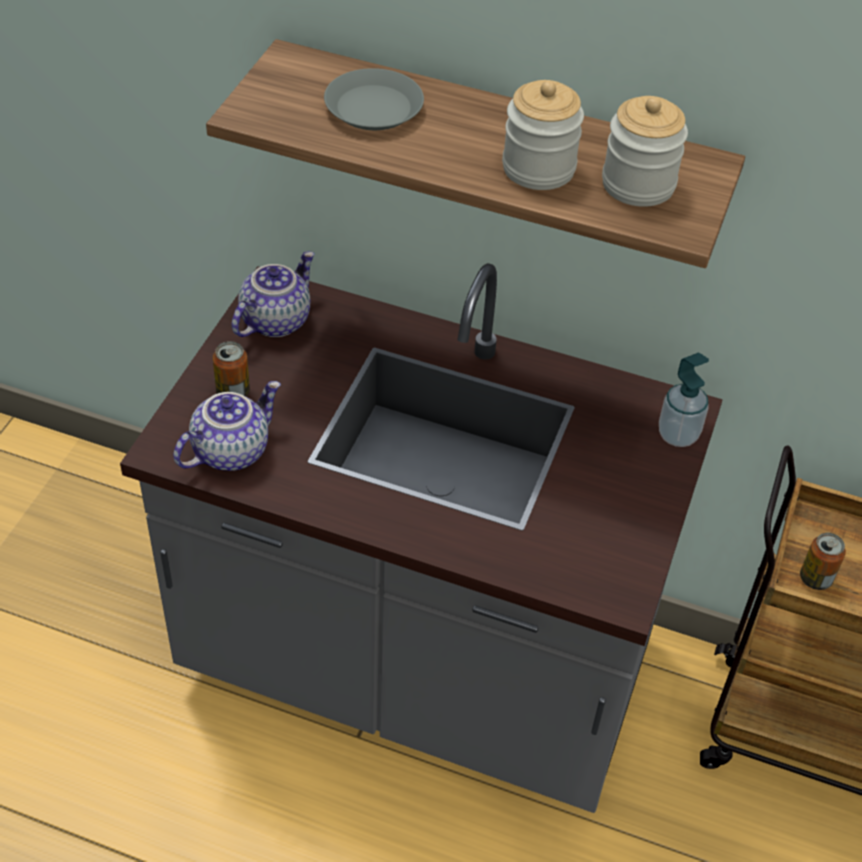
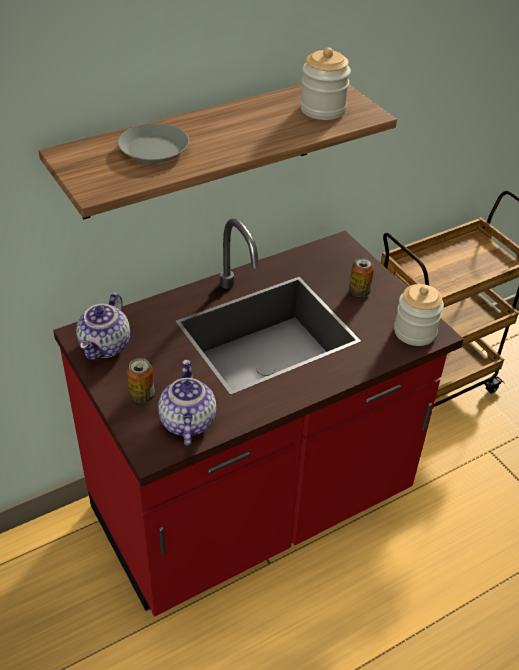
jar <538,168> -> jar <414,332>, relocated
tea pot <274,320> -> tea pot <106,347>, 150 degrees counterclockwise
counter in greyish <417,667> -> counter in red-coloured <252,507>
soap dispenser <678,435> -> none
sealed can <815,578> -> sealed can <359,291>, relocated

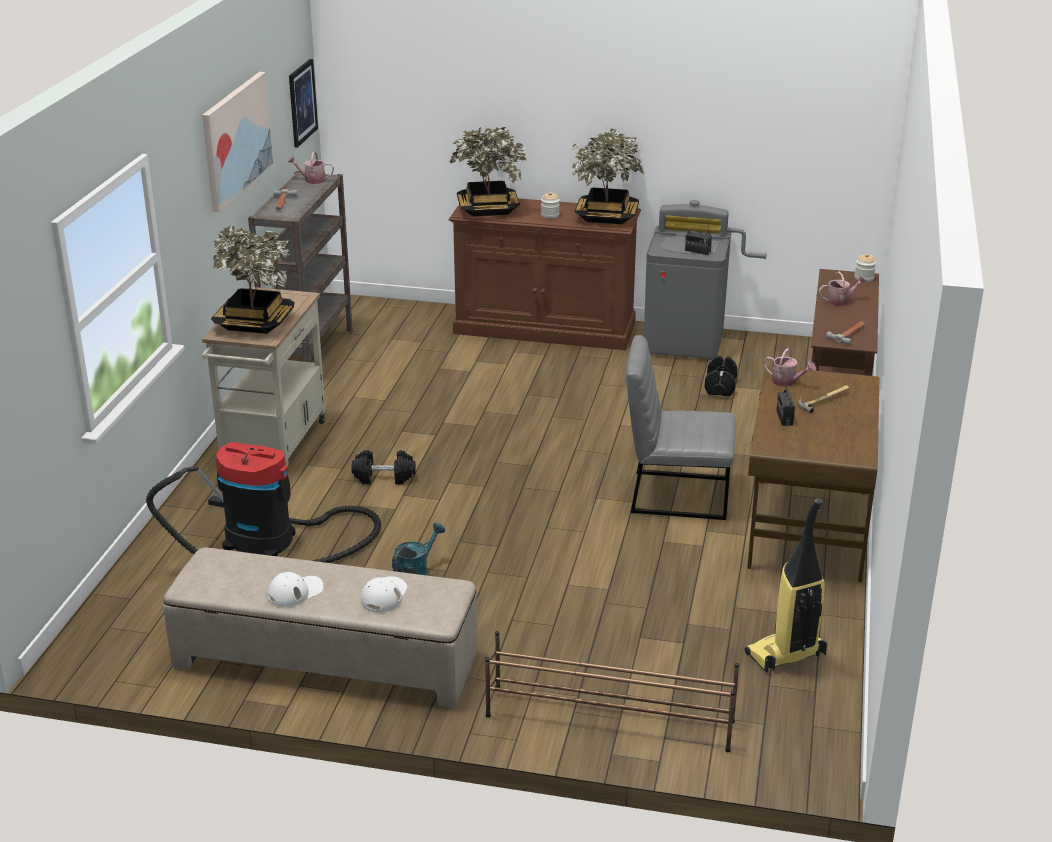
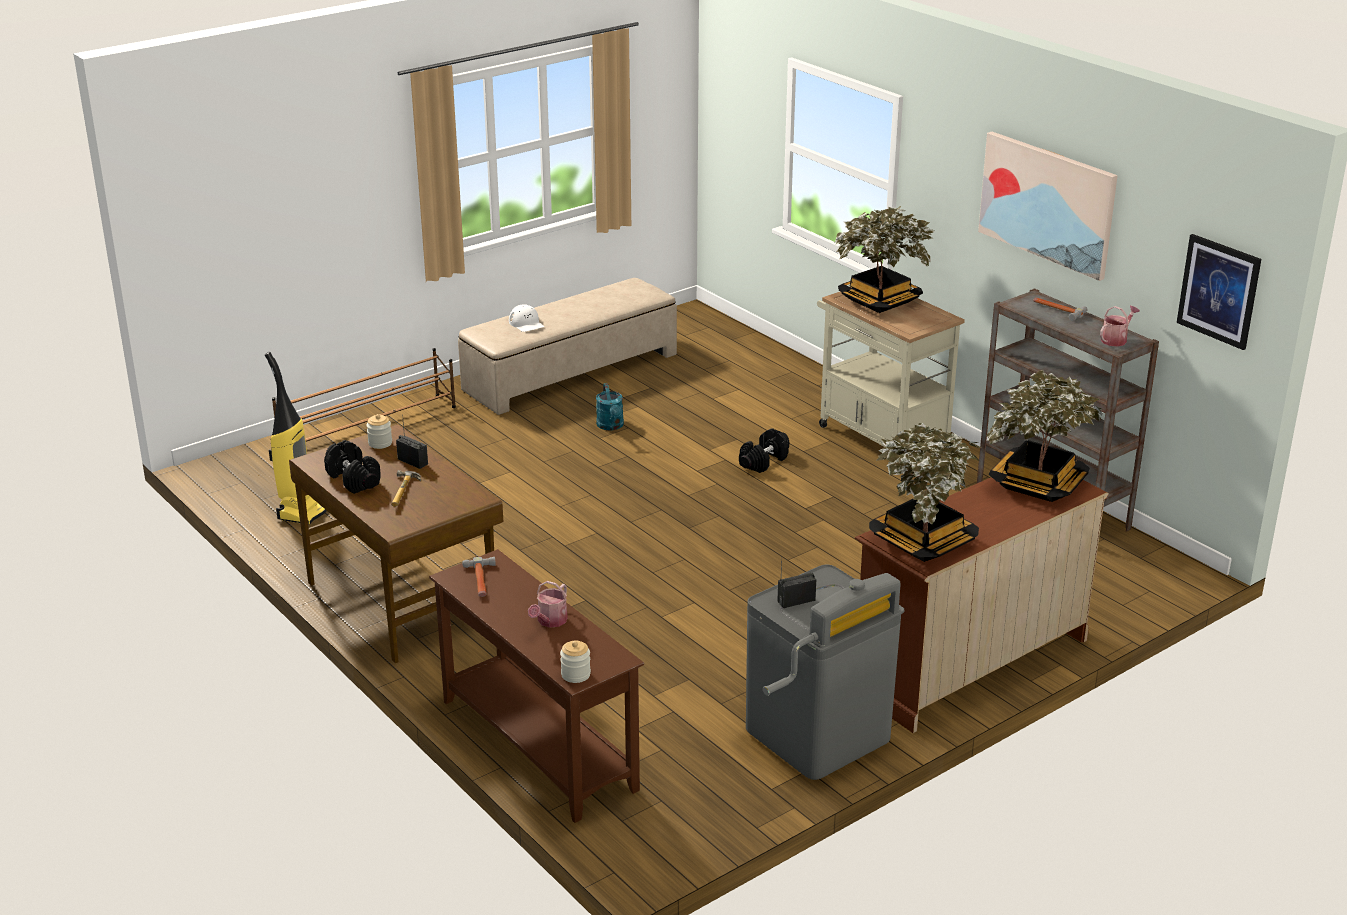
jar <550,215> -> jar <380,443>, relocated
upright chair in greyish <676,494> -> none
sprinkling can <787,382> -> none
free weight in black <720,386> -> free weight in black <354,479>, relocated
vacuum <268,541> -> none
baseball cap in white-coloured <295,592> -> none

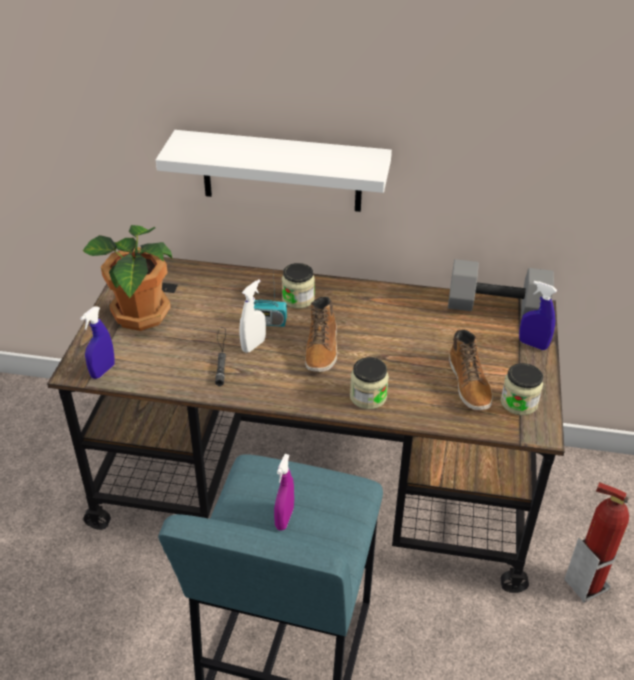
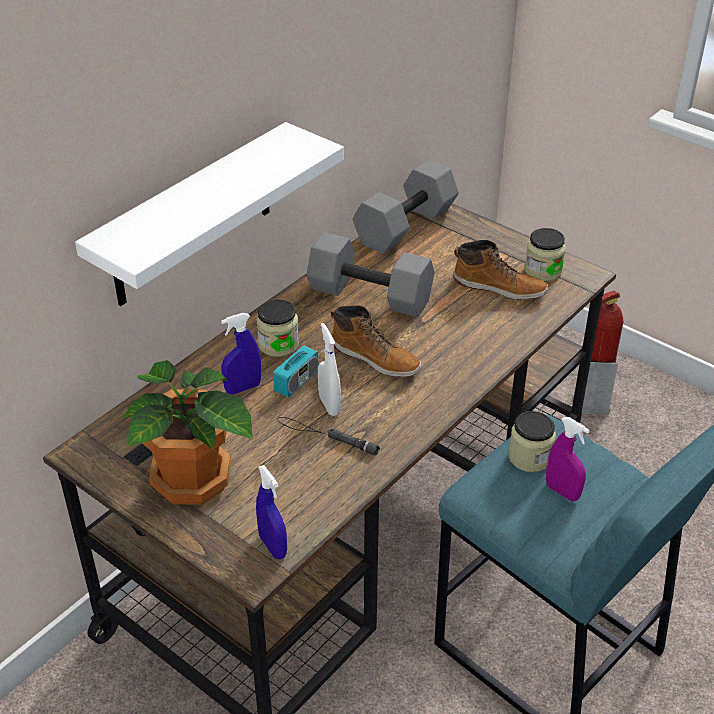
sprayer in bluish <533,344> -> sprayer in bluish <243,388>, relocated
jar <368,397> -> jar <530,457>, relocated
none -> free weight in greyish <372,294>

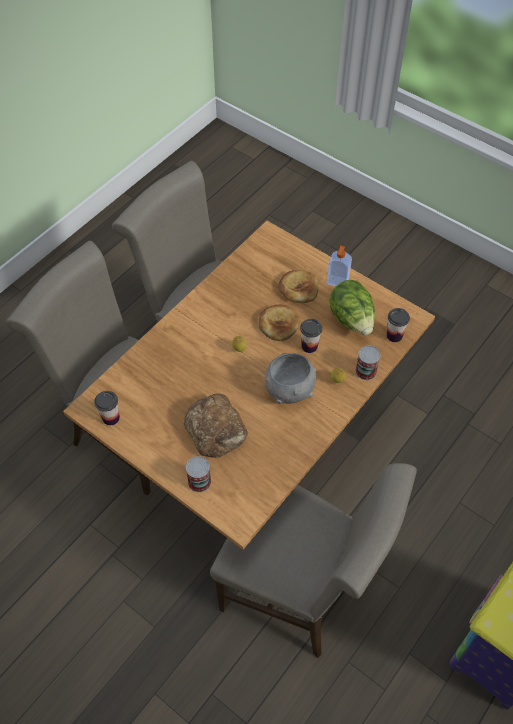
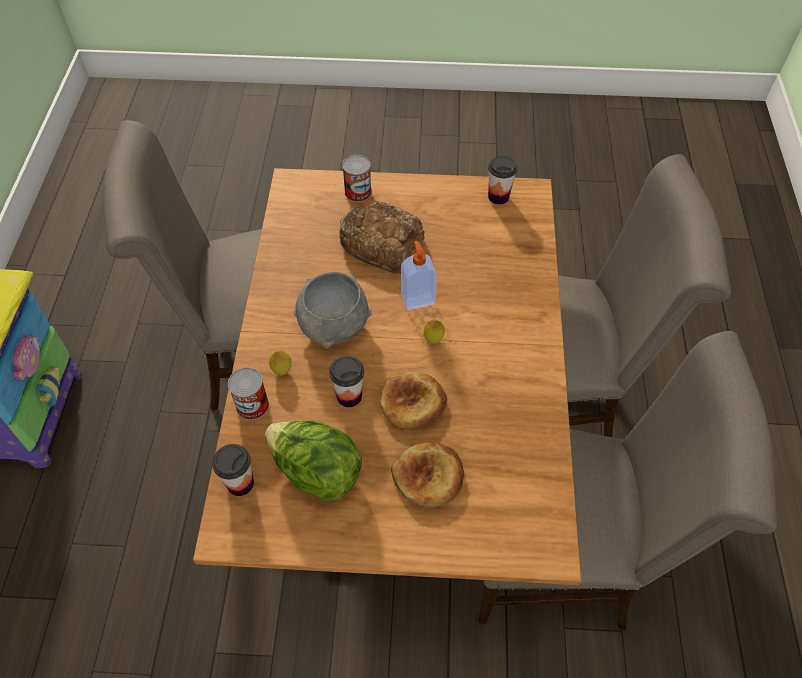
soap dispenser <337,282> -> soap dispenser <417,298>, relocated

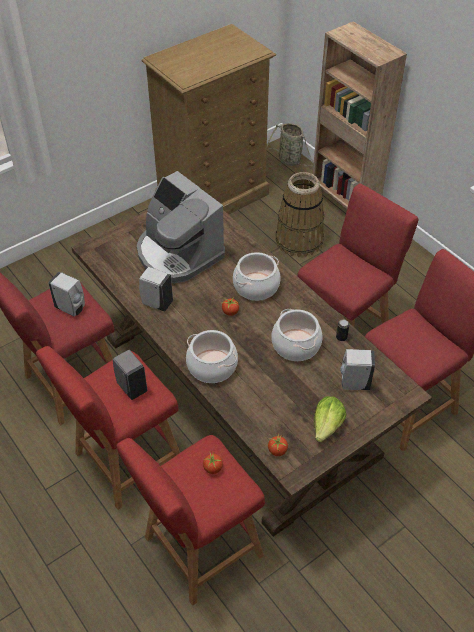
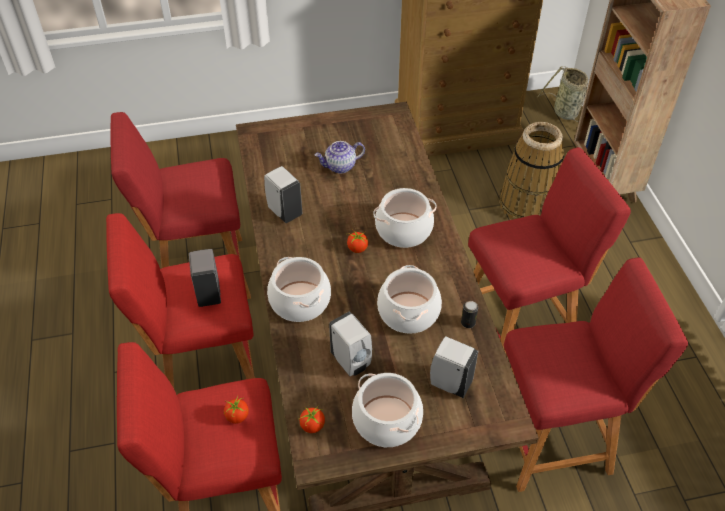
coffee machine <178,254> -> tea pot <340,166>
soap dispenser in white-coloured <71,308> -> soap dispenser in white-coloured <351,362>, relocated
lettuce head <327,426> -> saucepot <387,421>

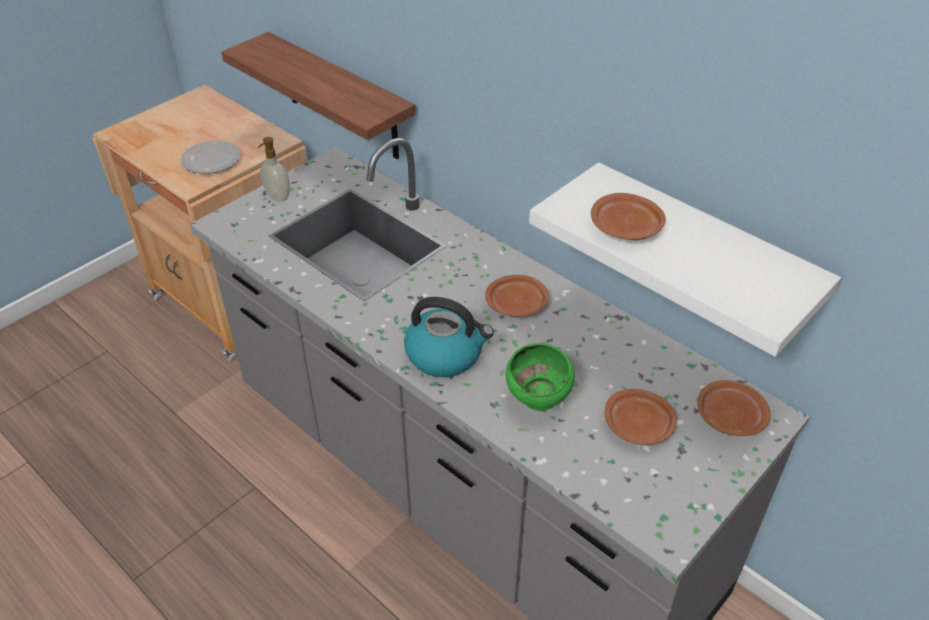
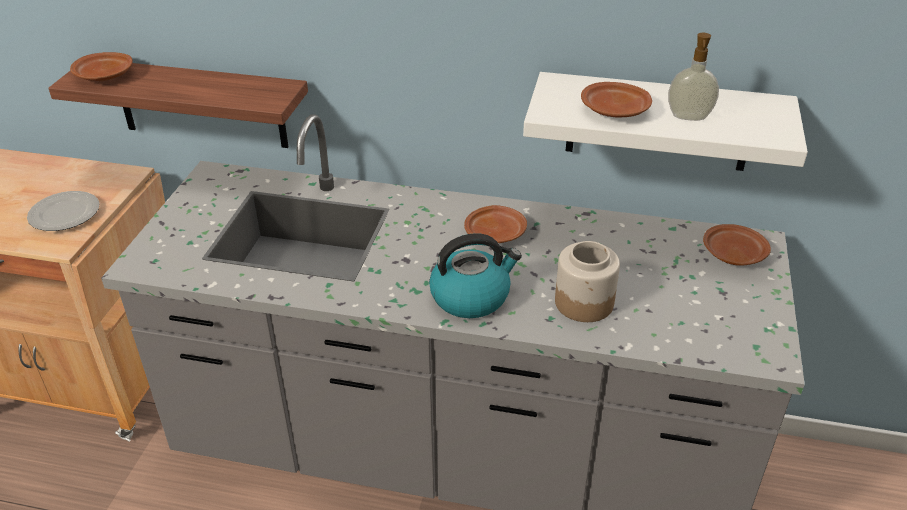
soap dispenser <277,197> -> soap dispenser <689,117>, relocated
bowl in greenish <539,402> -> jar <584,302>
dinner plate in brown-coloured <639,426> -> dinner plate in brown-coloured <105,76>, relocated

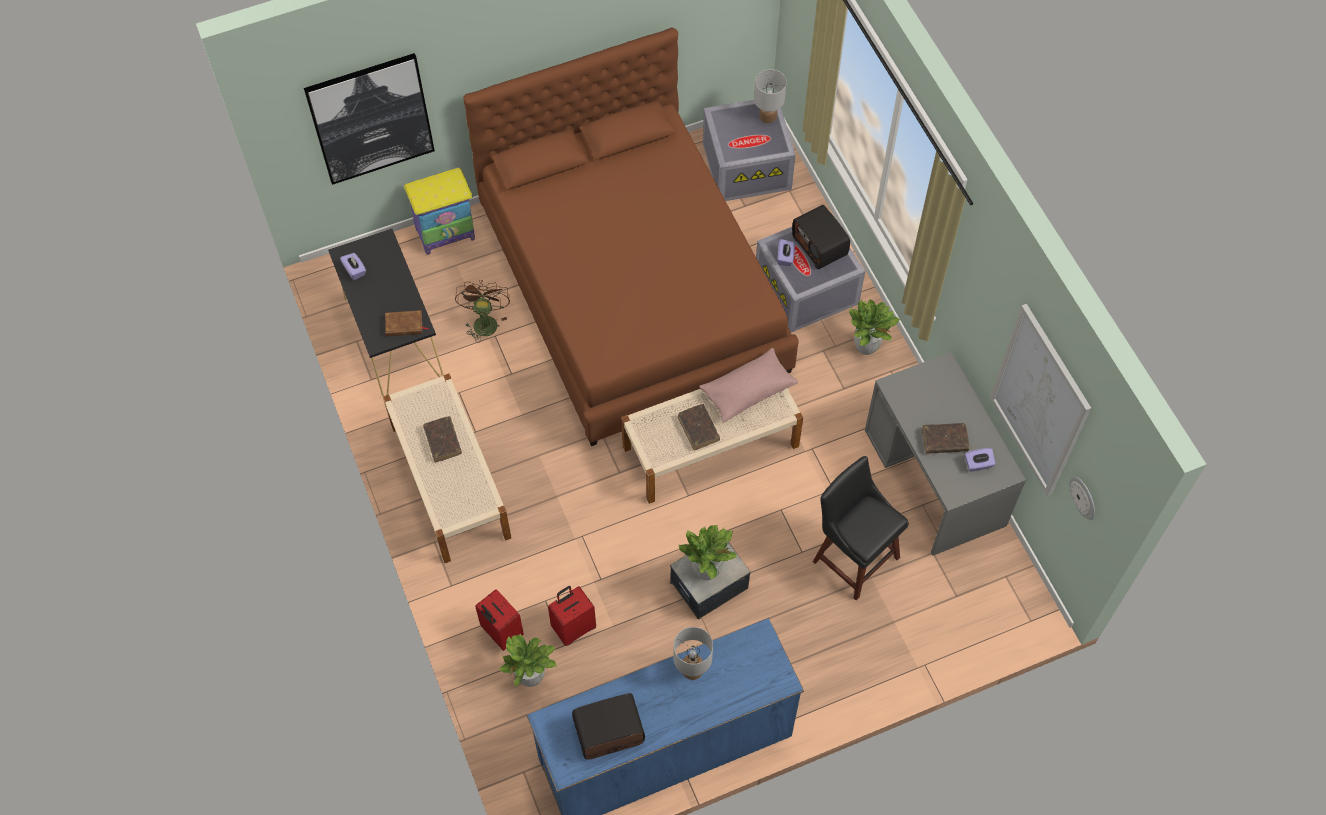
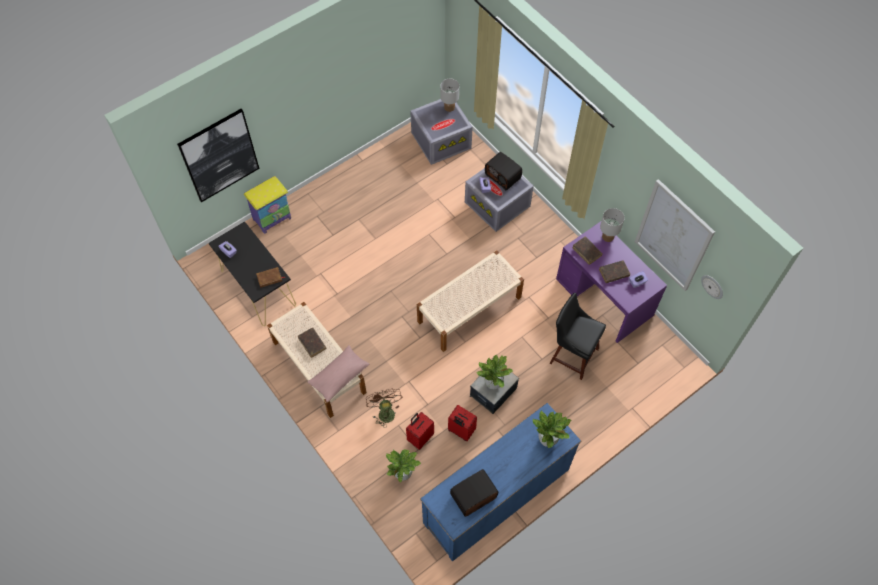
bed in brown-coloured <633,287> -> none
fan in brown-coloured <484,321> -> fan in brown-coloured <385,411>, relocated
plant in a pot <866,347> -> plant in a pot <547,440>, relocated
cushion in pinkish <748,391> -> cushion in pinkish <339,376>, relocated
desk table in greyish <934,477> -> desk table in purplish <604,297>
bound book in brown-coloured <698,429> -> bound book in brown-coloured <586,252>, relocated
piece of luggage in red-coloured <501,633> -> piece of luggage in red-coloured <461,431>, relocated
lamp for a table in greyish <692,669> -> lamp for a table in greyish <607,237>, relocated

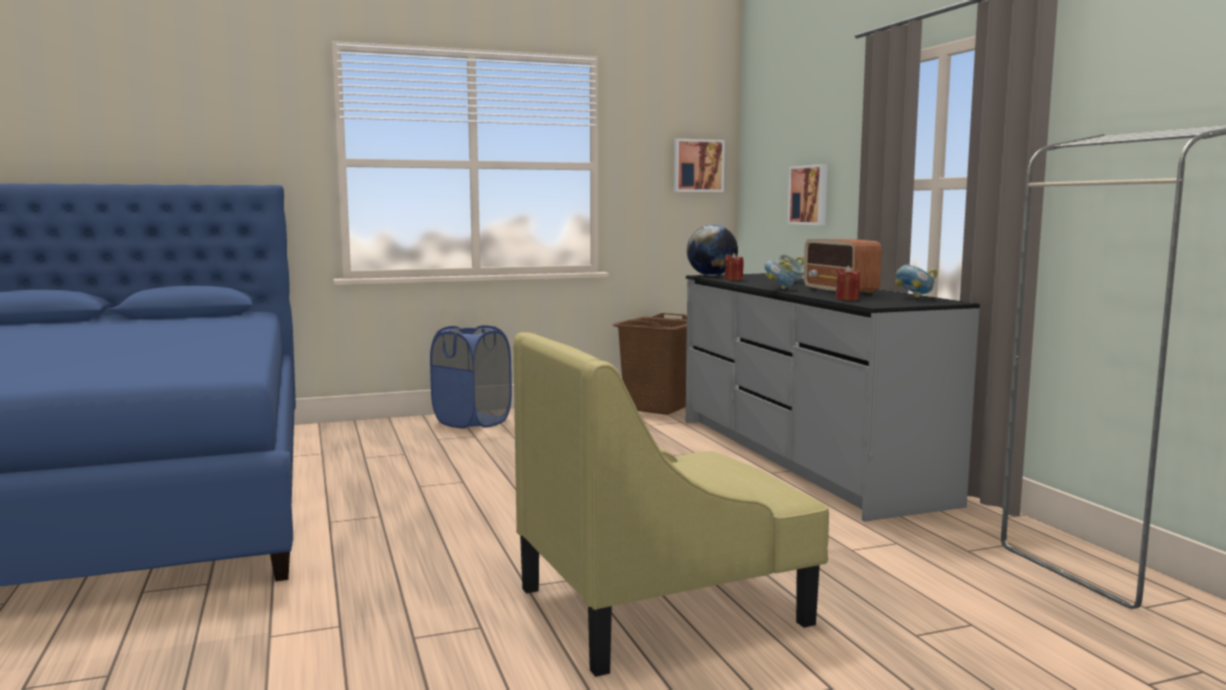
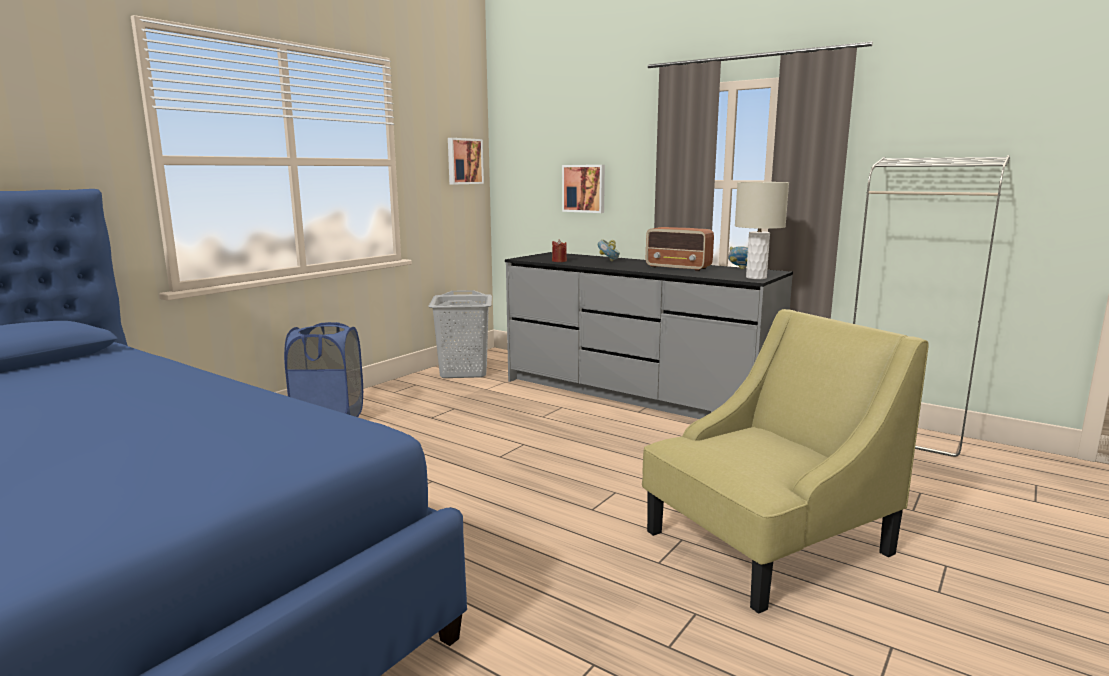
world globe <712,275> -> none
bowl <779,289> -> none
wax candle in red-coloured <847,299> -> none
washing basket in brown-coloured <658,407> -> washing basket in greyish <464,372>
lounge chair in yellow-coloured <663,605> -> lounge chair in yellow-coloured <767,542>, 150 degrees counterclockwise
none -> lamp for a table in beige-coloured <756,277>

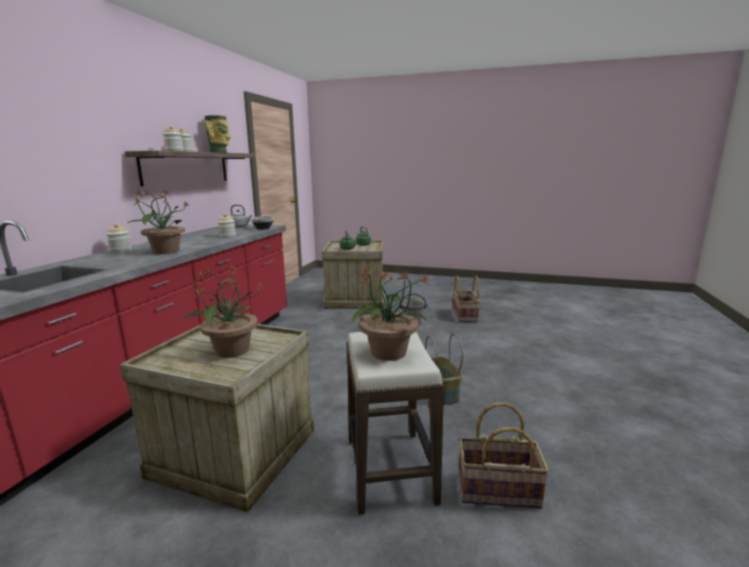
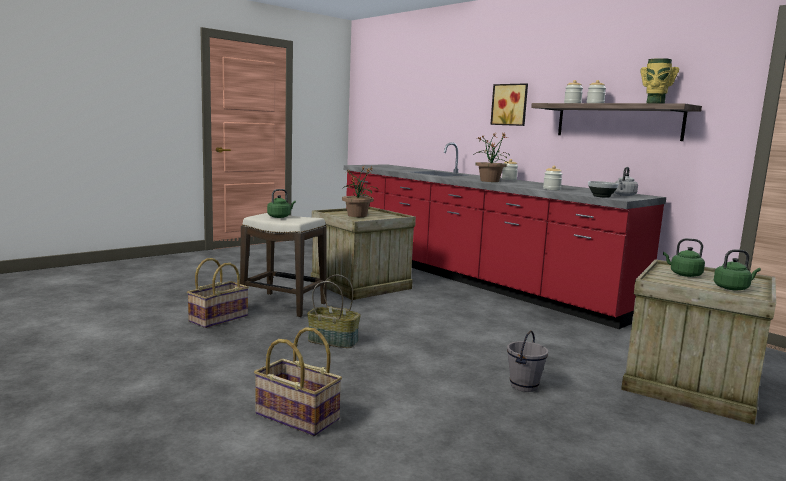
plant in a pot <389,353> -> water kettle in greenish <280,217>
basket <465,316> -> basket <296,417>, relocated
none -> picture <510,104>

